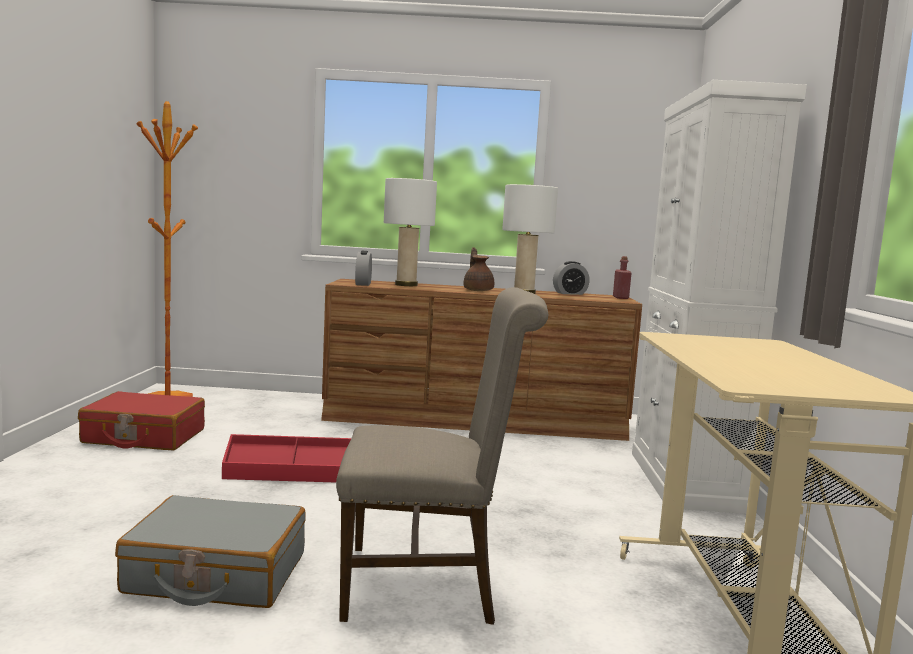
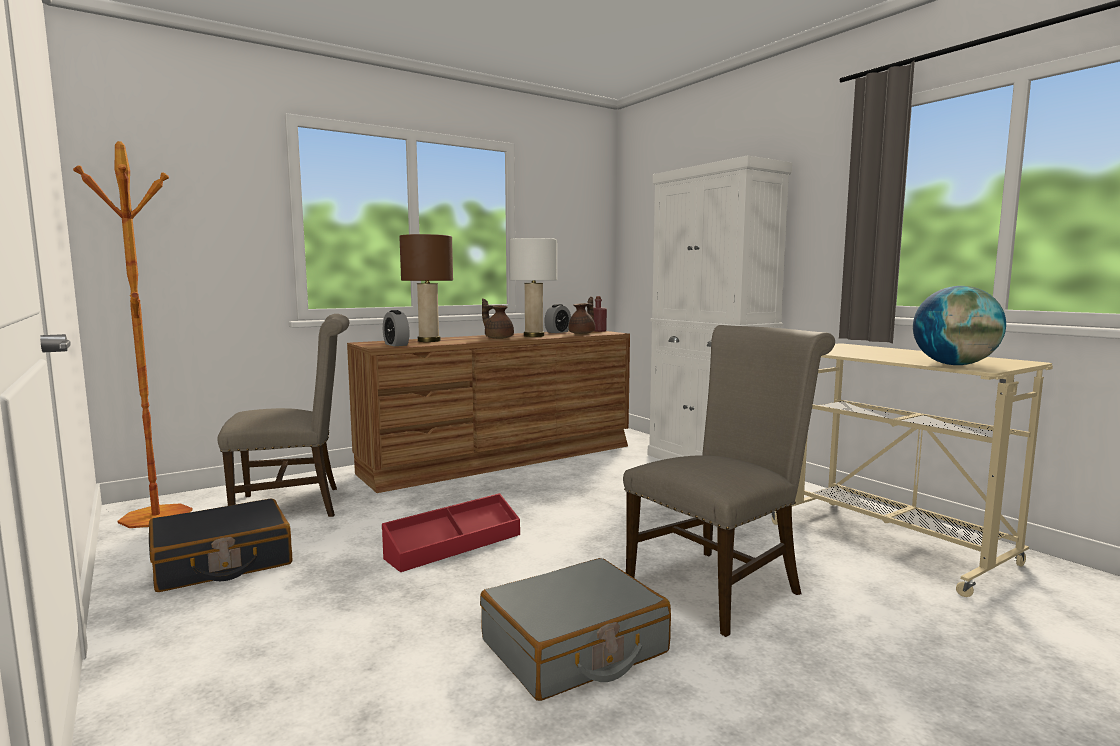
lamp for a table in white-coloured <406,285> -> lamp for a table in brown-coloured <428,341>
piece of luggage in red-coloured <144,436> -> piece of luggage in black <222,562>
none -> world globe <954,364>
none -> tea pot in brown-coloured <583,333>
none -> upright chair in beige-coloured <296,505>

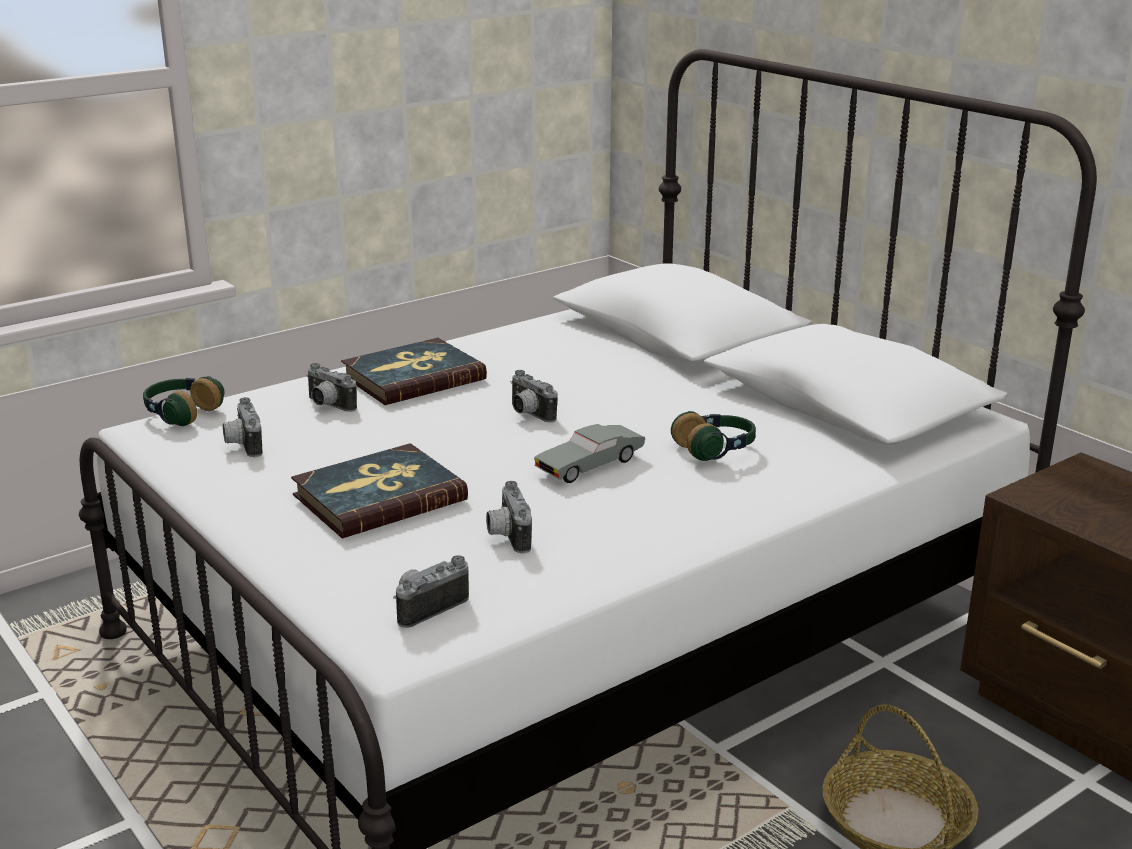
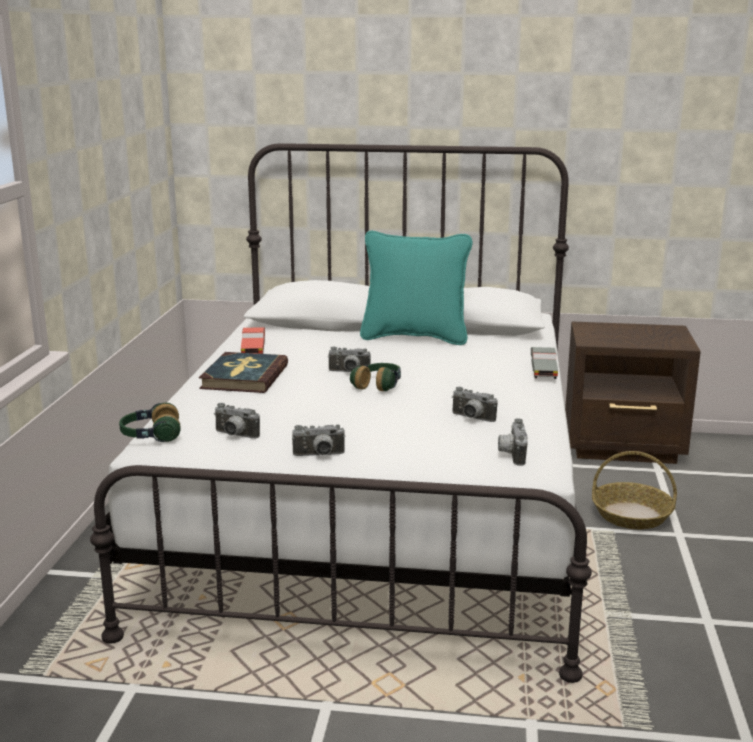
still camera <327,406> -> still camera <319,456>, relocated
headset <715,450> -> headset <378,386>, relocated
toy car in greyish <590,465> -> toy car in greyish <543,370>, relocated
bound book <379,497> -> none
none -> cushion in blue-green <414,337>
none -> toy car in red-coloured <253,349>

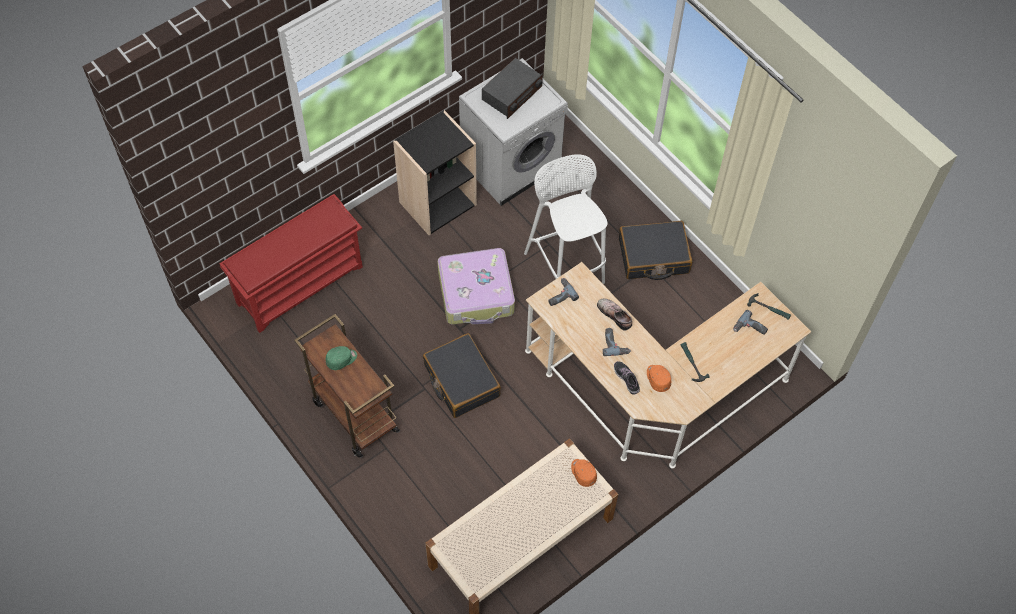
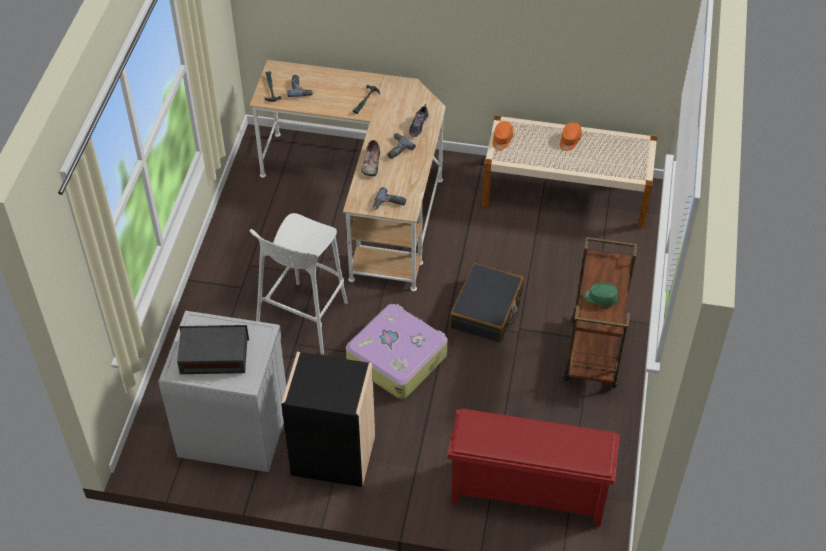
piece of luggage in black <653,256> -> none
baseball cap in orange-coloured <657,379> -> baseball cap in orange-coloured <569,141>, relocated

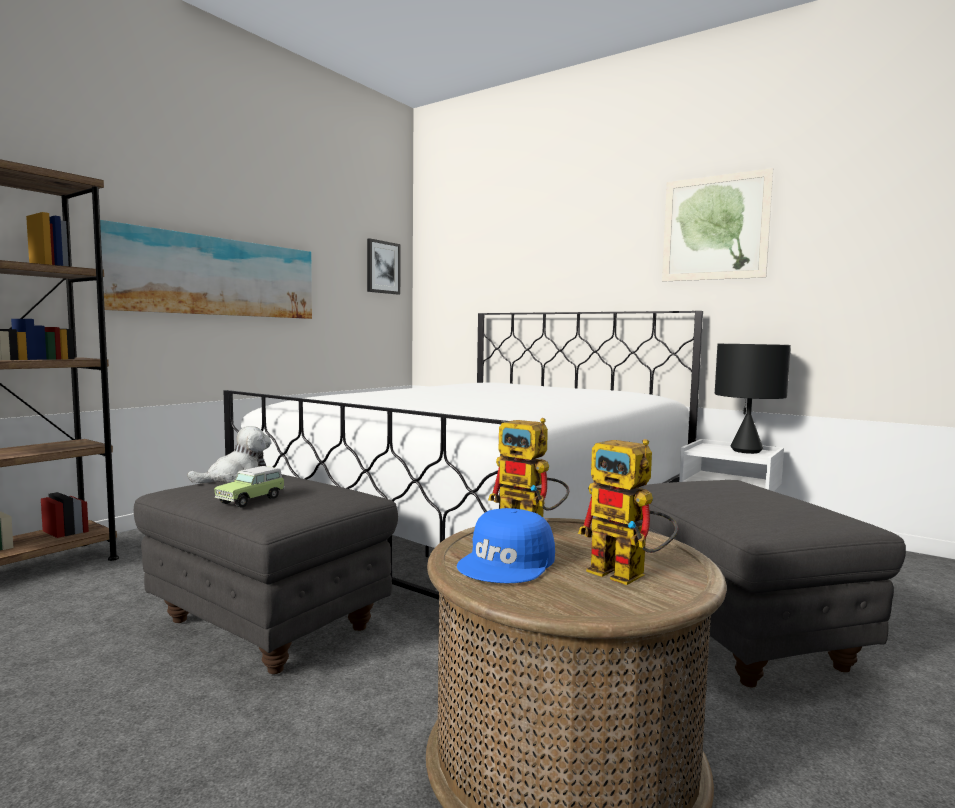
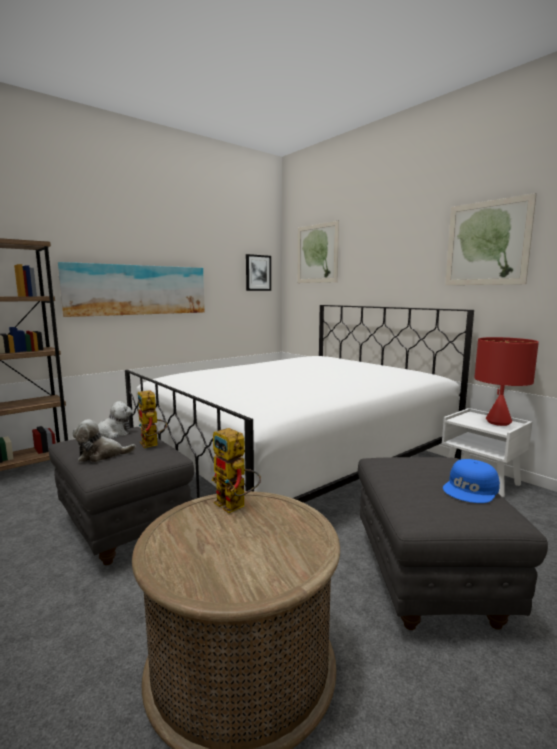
lamp for a table in black <746,451> -> lamp for a table in red-coloured <498,423>
model robot <629,575> -> model robot <152,445>, relocated
toy car <252,500> -> cuddly toy <101,455>
baseball cap in bluish <508,562> -> baseball cap in bluish <471,489>, relocated
none -> picture <317,253>

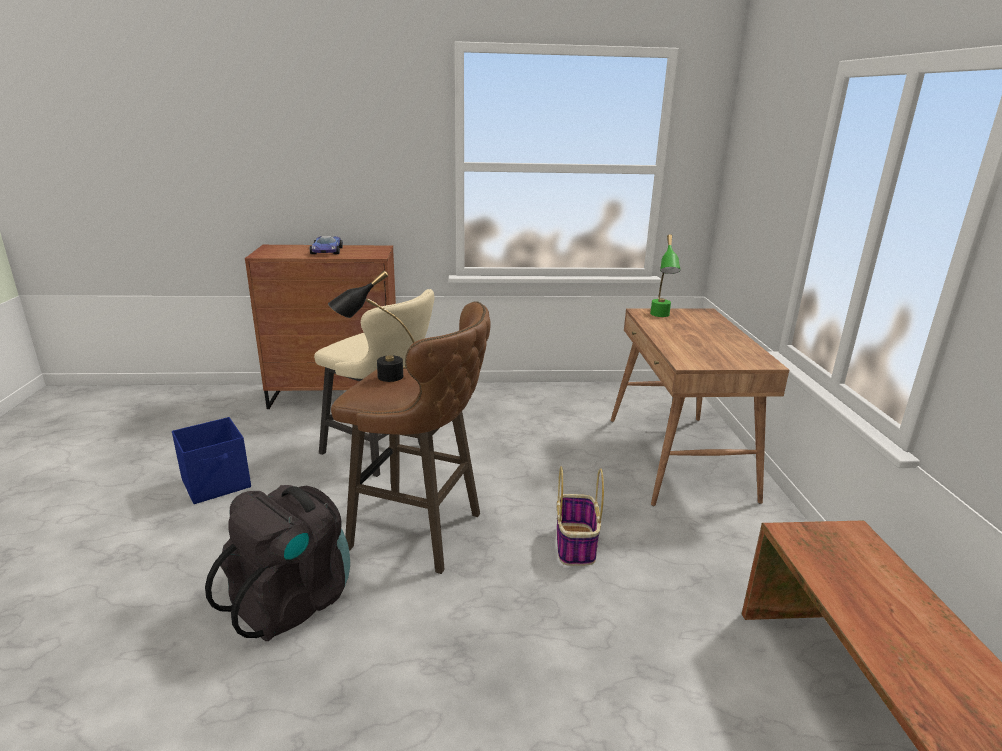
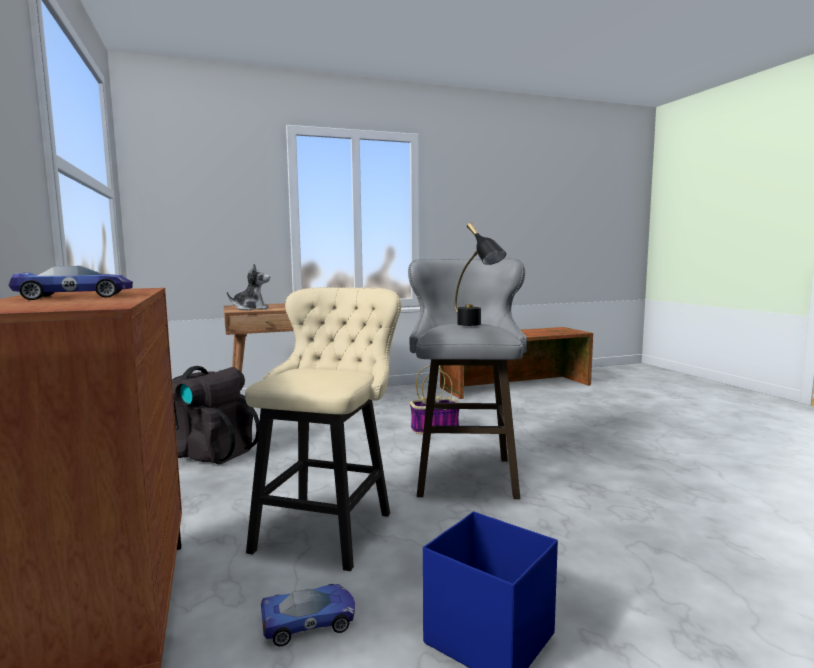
lamp for a table in greenish <660,317> -> cuddly toy <251,309>
stool seat in brown-coloured <421,532> -> stool seat in greyish <465,474>
knapsack in black <292,600> -> knapsack in black <210,453>, relocated
none -> toy car <309,620>

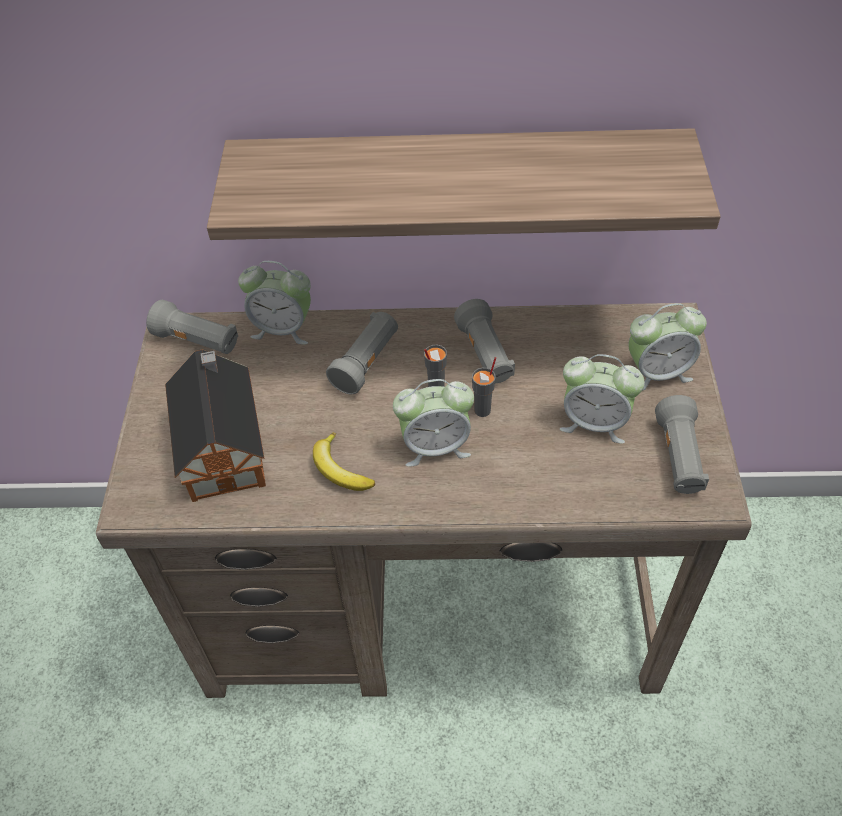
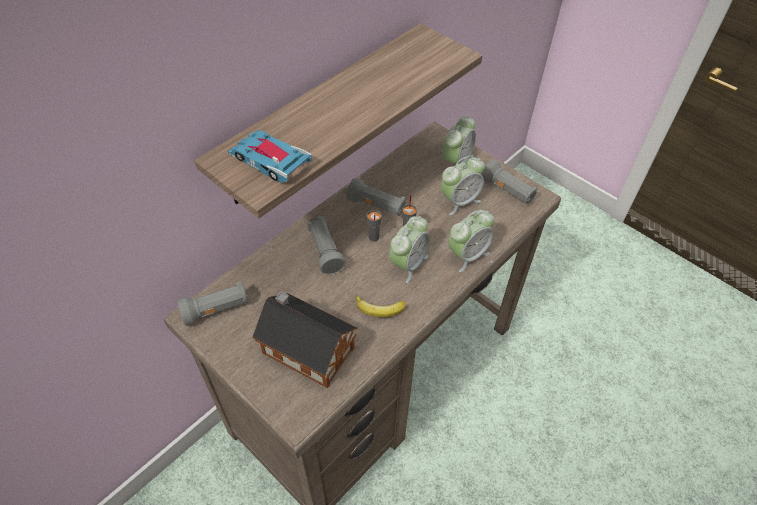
alarm clock <283,329> -> alarm clock <467,255>, relocated
none -> toy car <270,160>

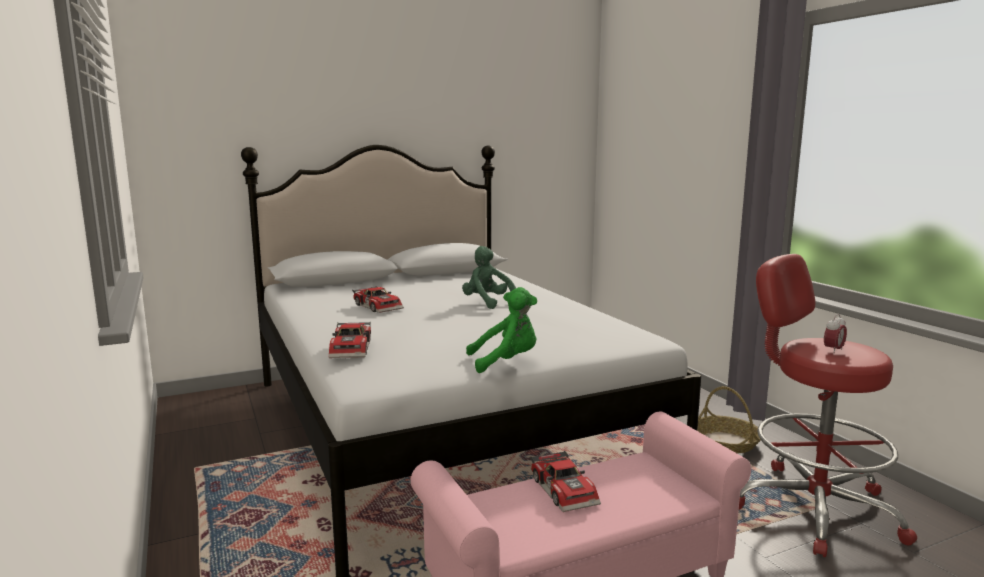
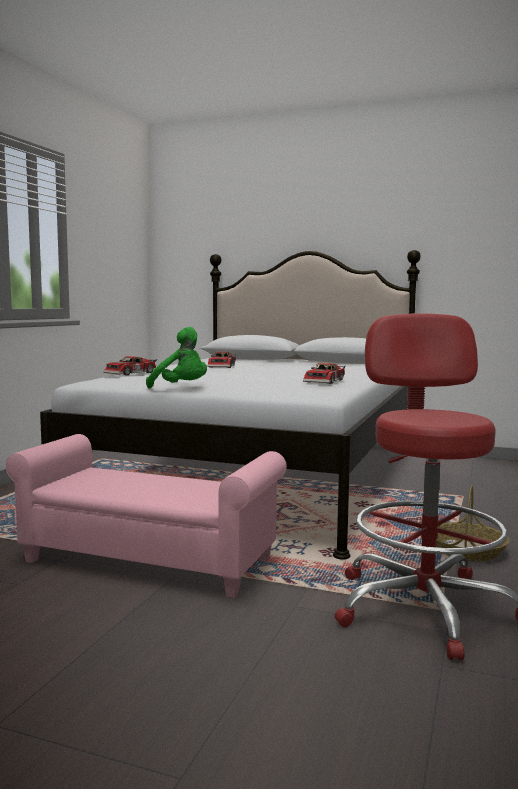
cuddly toy in greenish <487,303> -> none
alarm clock <833,350> -> none
toy car <566,490> -> toy car <326,381>, relocated

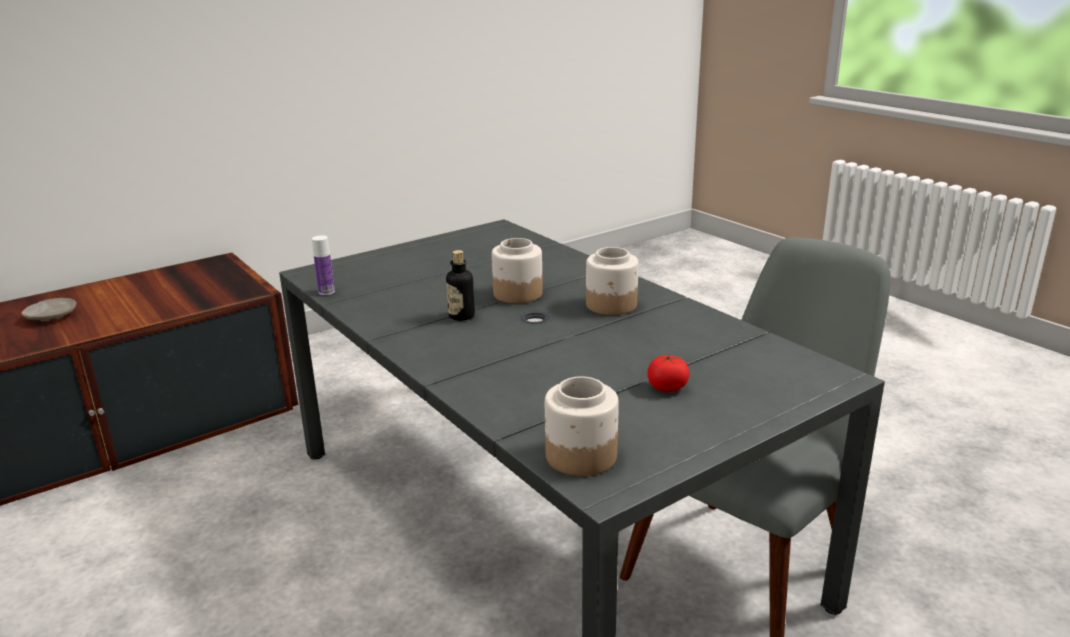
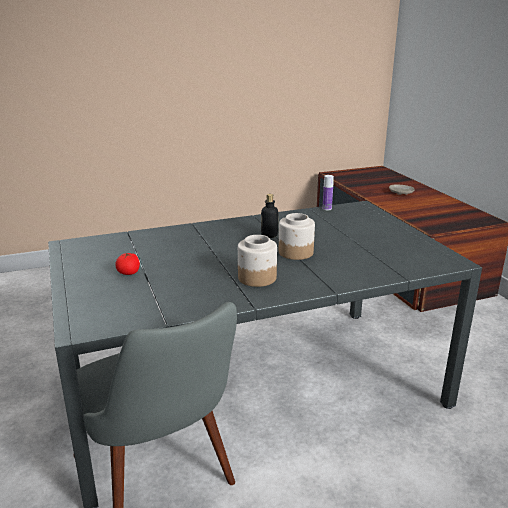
jar <580,456> -> none

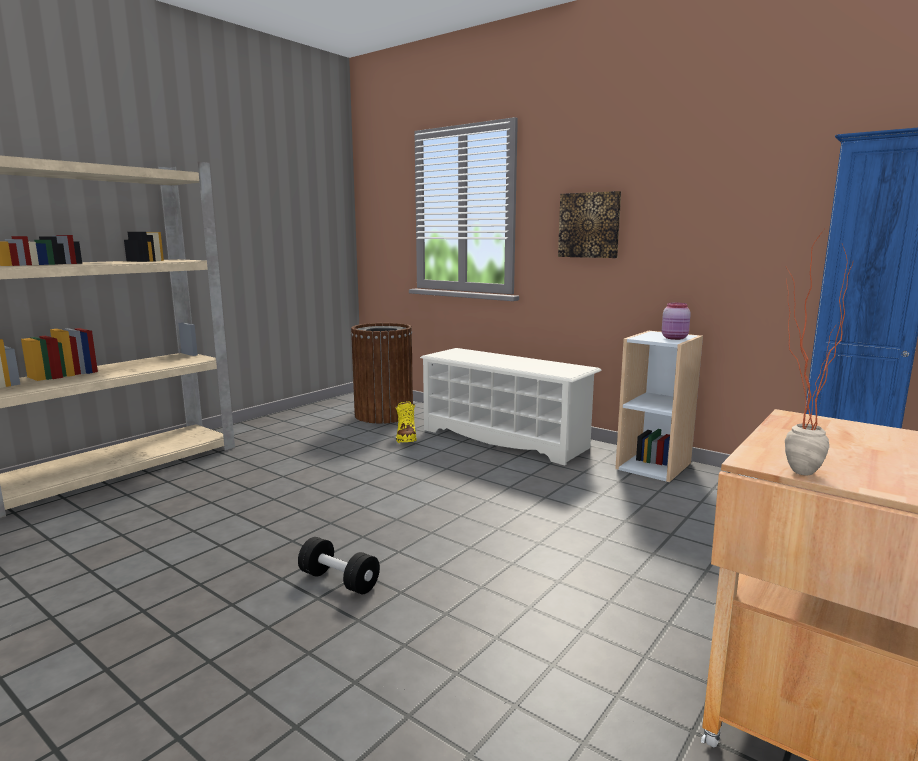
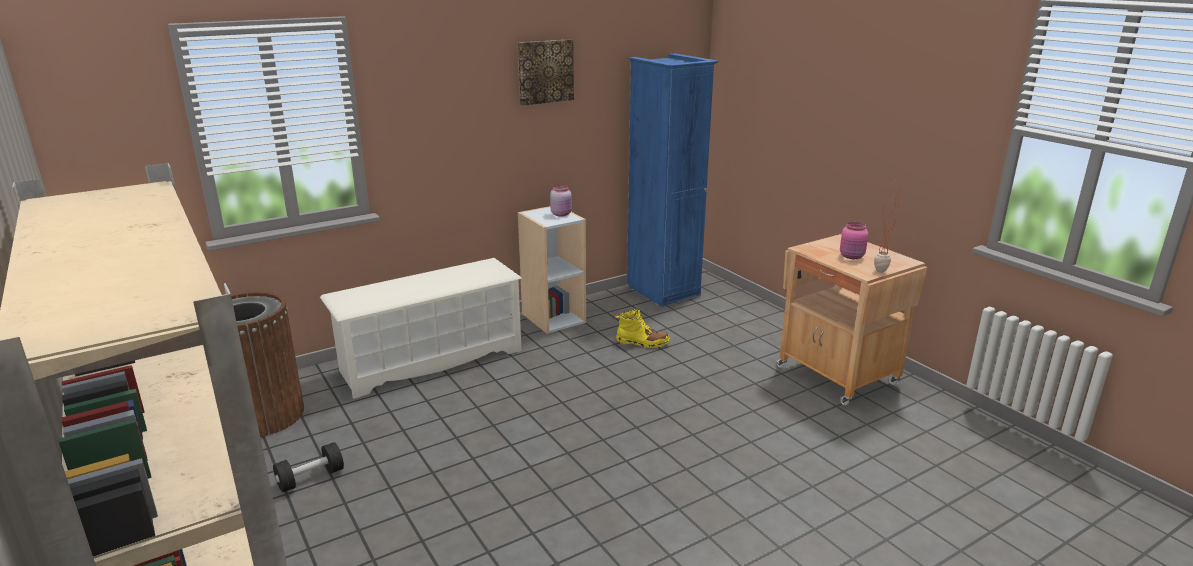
picture <589,225> -> picture <545,71>, relocated
tall boot in yellow-coloured <406,437> -> tall boot in yellow-coloured <642,342>, relocated
free weight in black <339,581> -> free weight in black <311,478>, relocated
none -> jar in pinkish <852,256>

